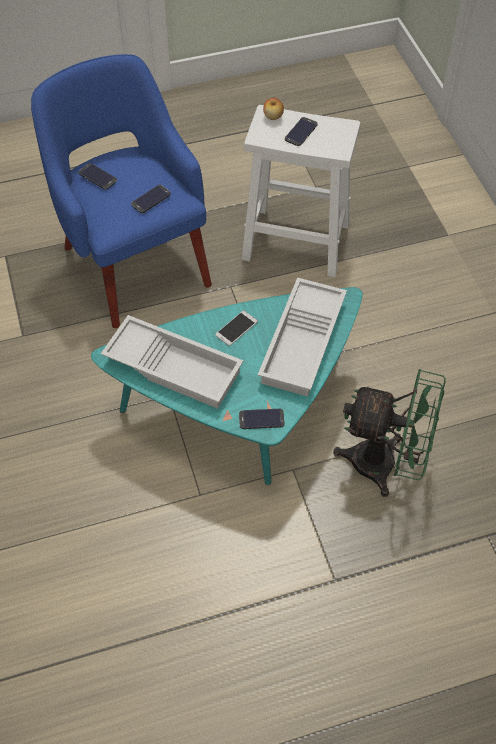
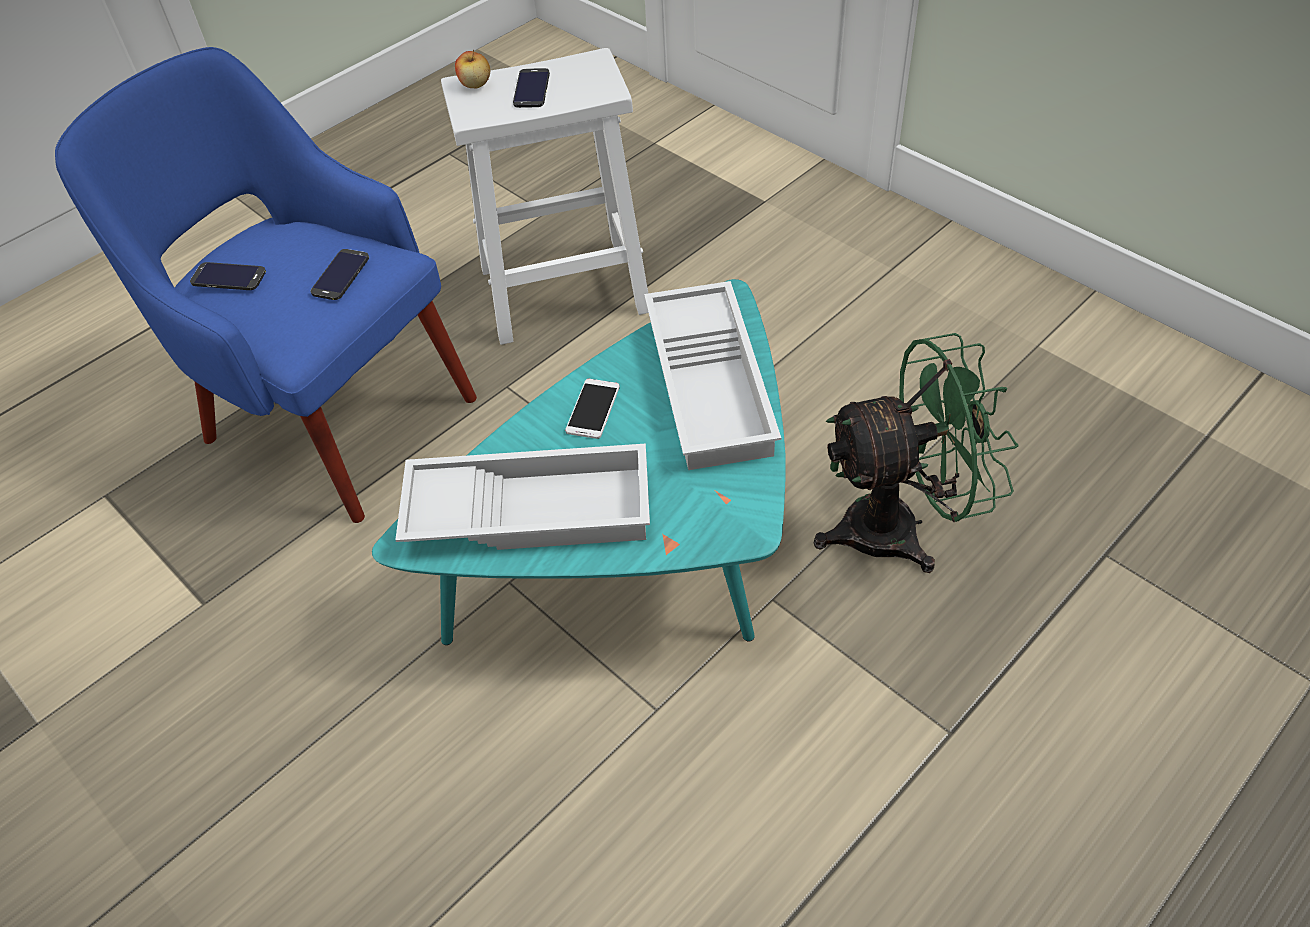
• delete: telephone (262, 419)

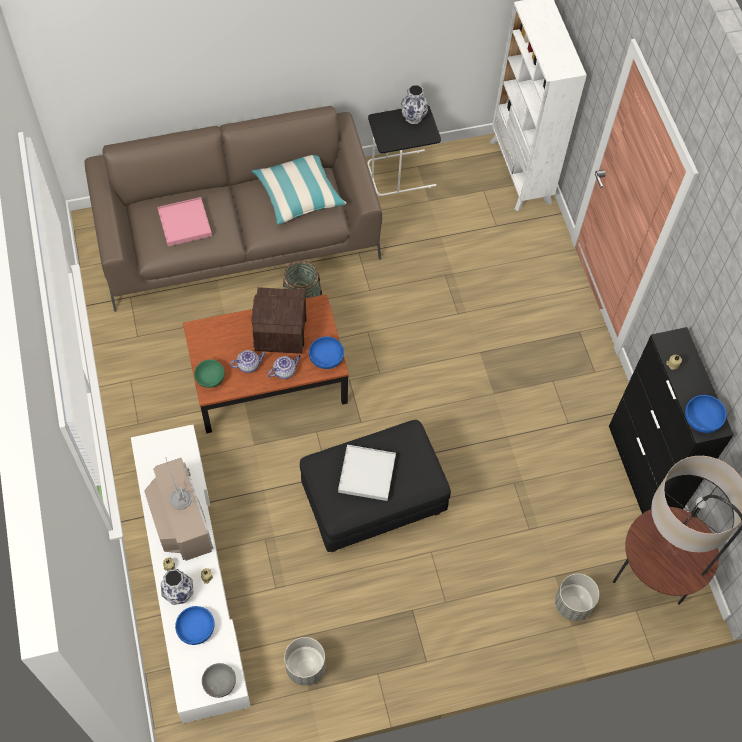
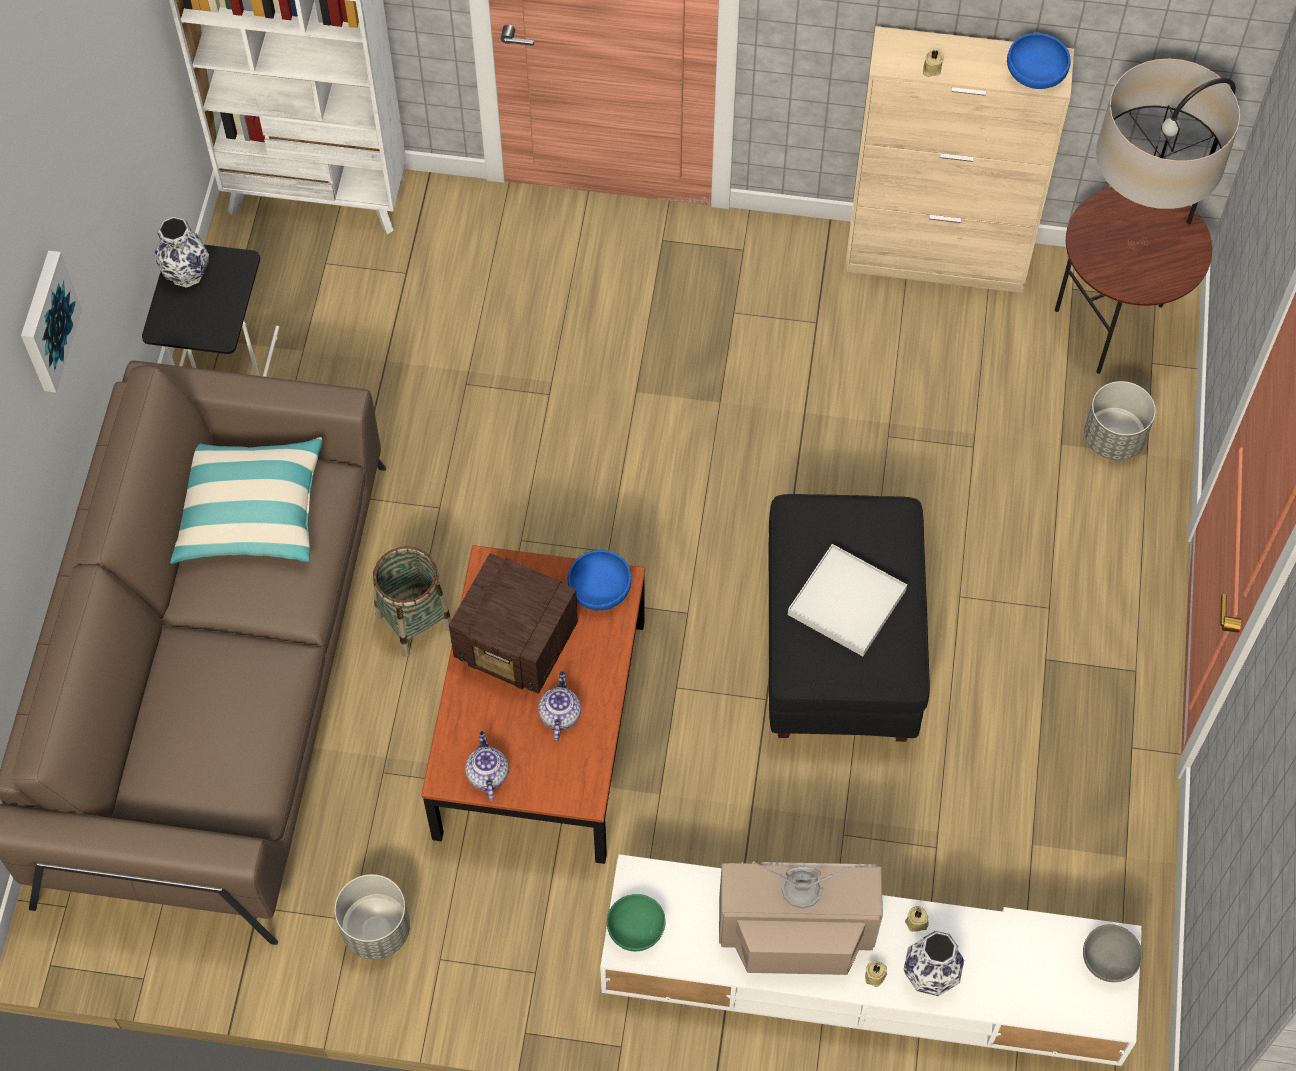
• delete: pink_carrying_tray (184, 221)
• delete: bluish_deep_dish (195, 625)
• insert: wall_art (51, 321)
• move: greenish_deep_dish (209, 373) to (636, 922)
• move: tea_pot (284, 367) to (487, 766)
• move: grey_plant_pot (304, 661) to (372, 917)
• recolor: black_storage_cabinet (671, 420) to beige-coloured_storage_cabinet (959, 159)

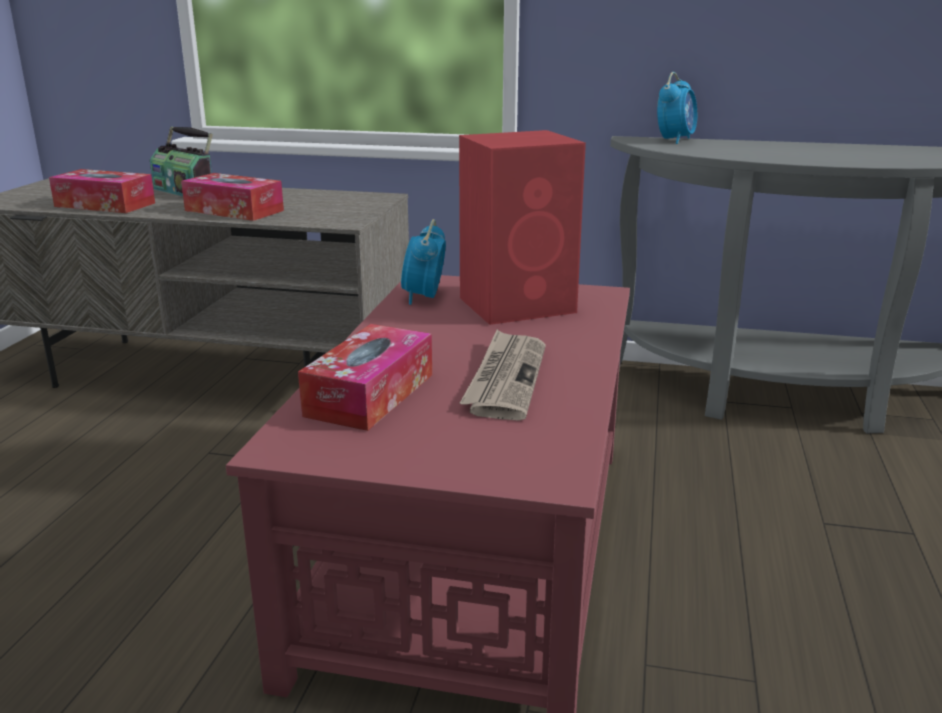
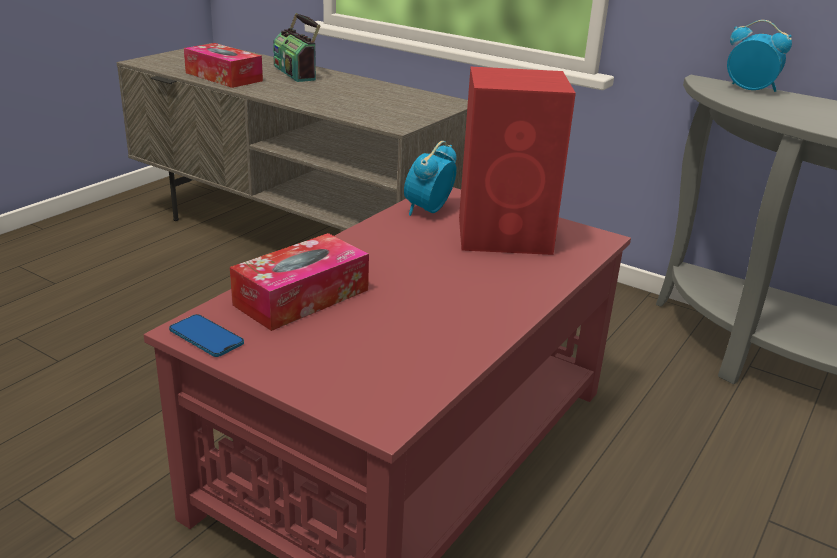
• delete: box_of_tissues (232, 197)
• delete: daily_paper (503, 375)
• insert: telephone (206, 335)
• rotate: table_clock (677, 108) = (759, 56) 105 degrees counterclockwise

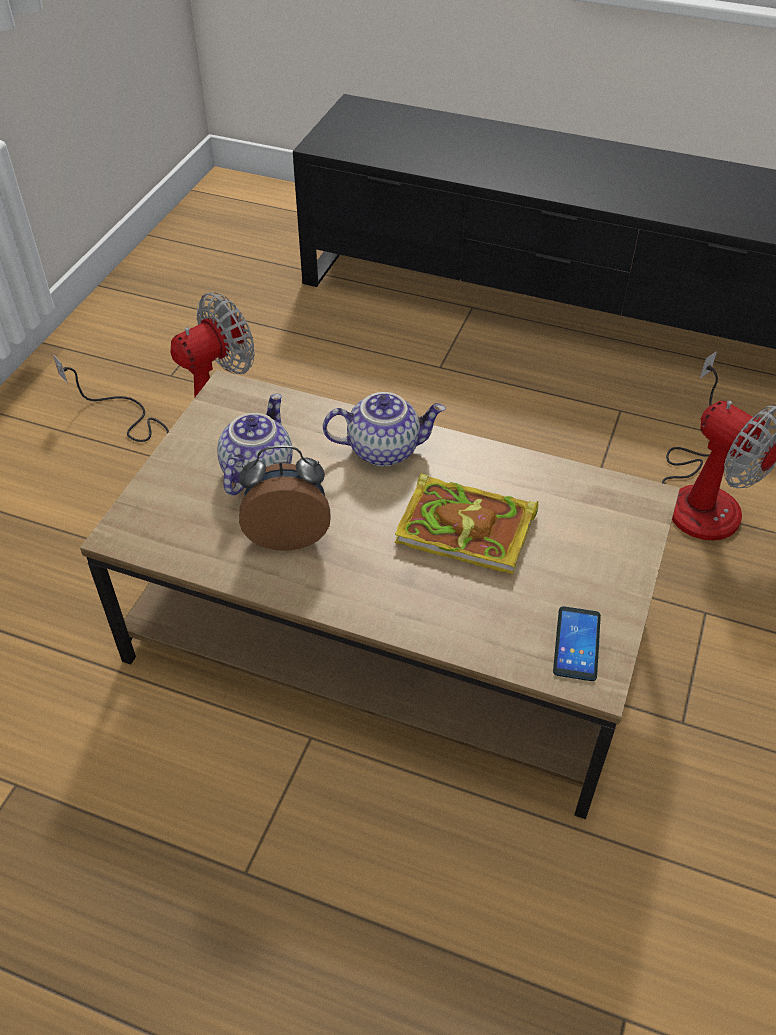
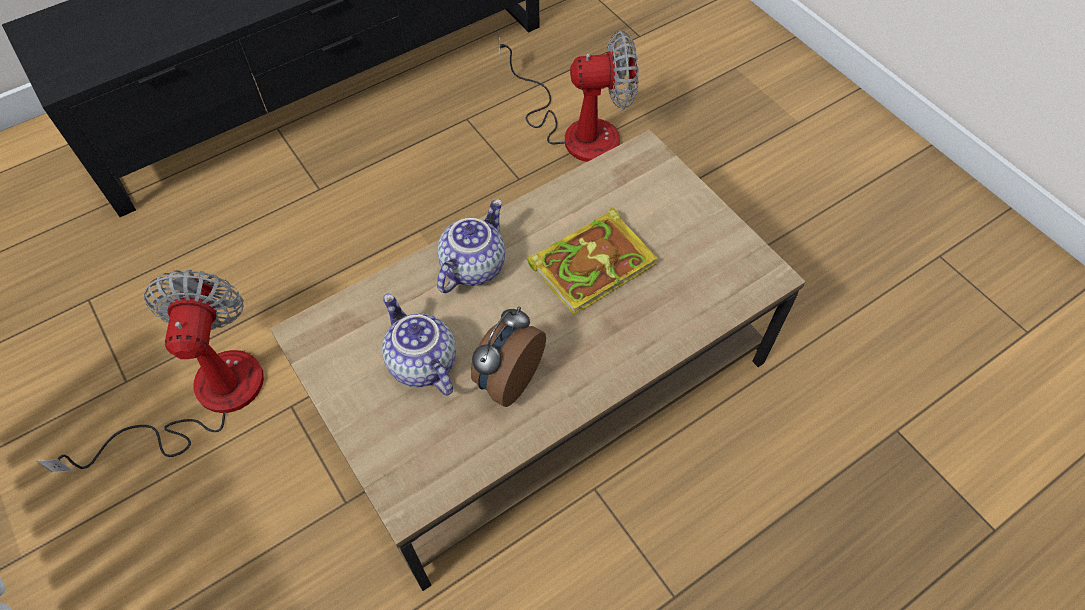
• delete: telephone (577, 643)

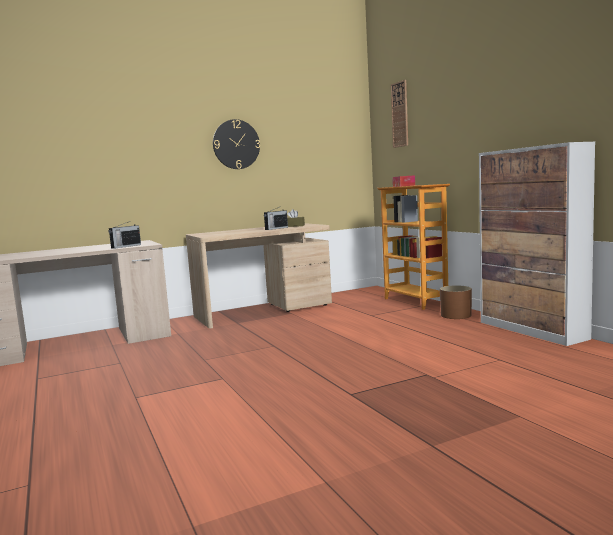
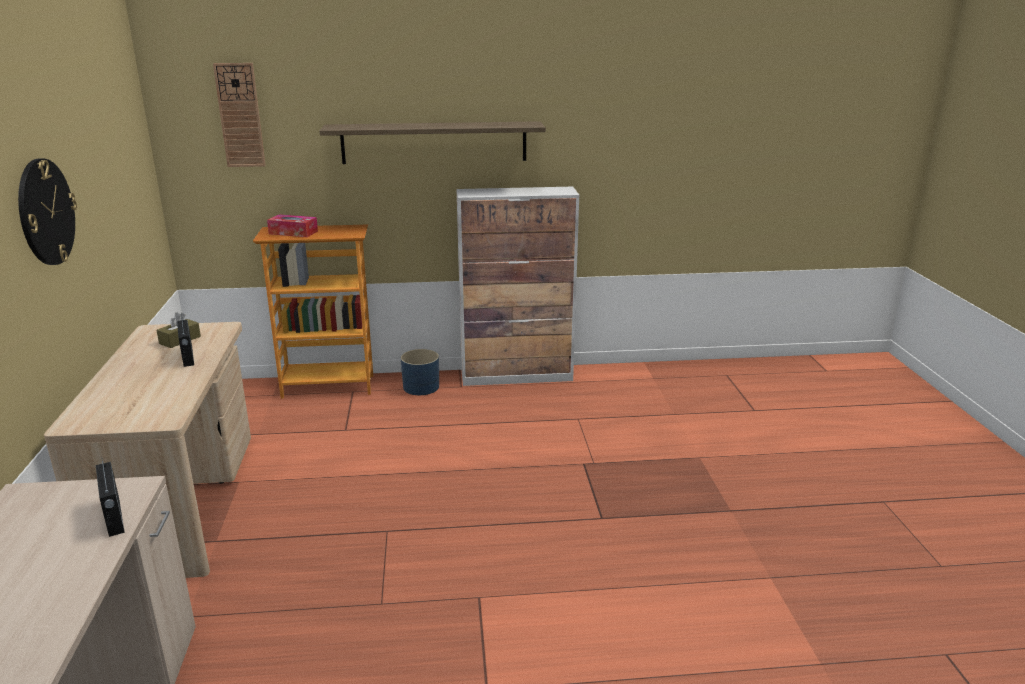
• insert: bracket_shelf (432, 142)
• recolor: brown_plant_pot (456, 302) to bluish_plant_pot (420, 372)

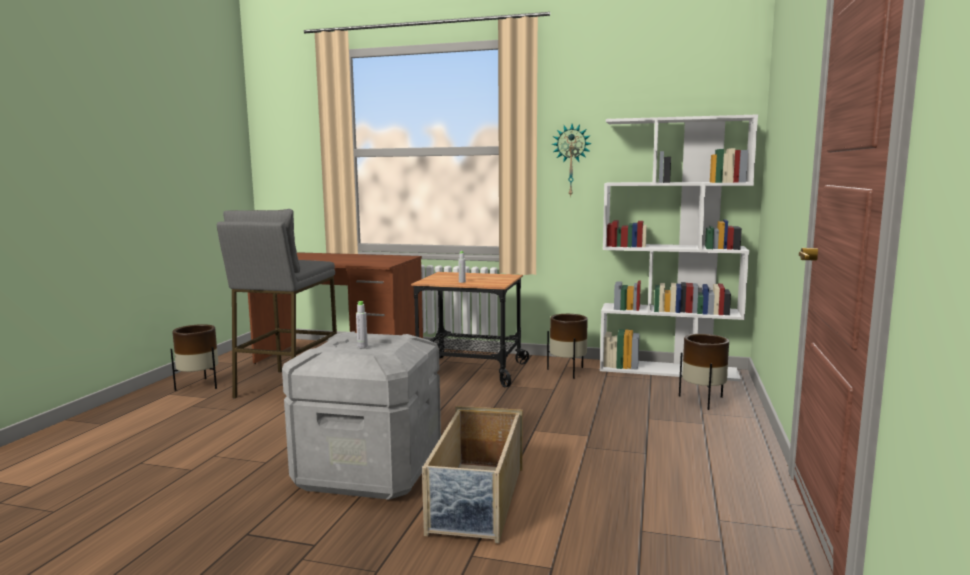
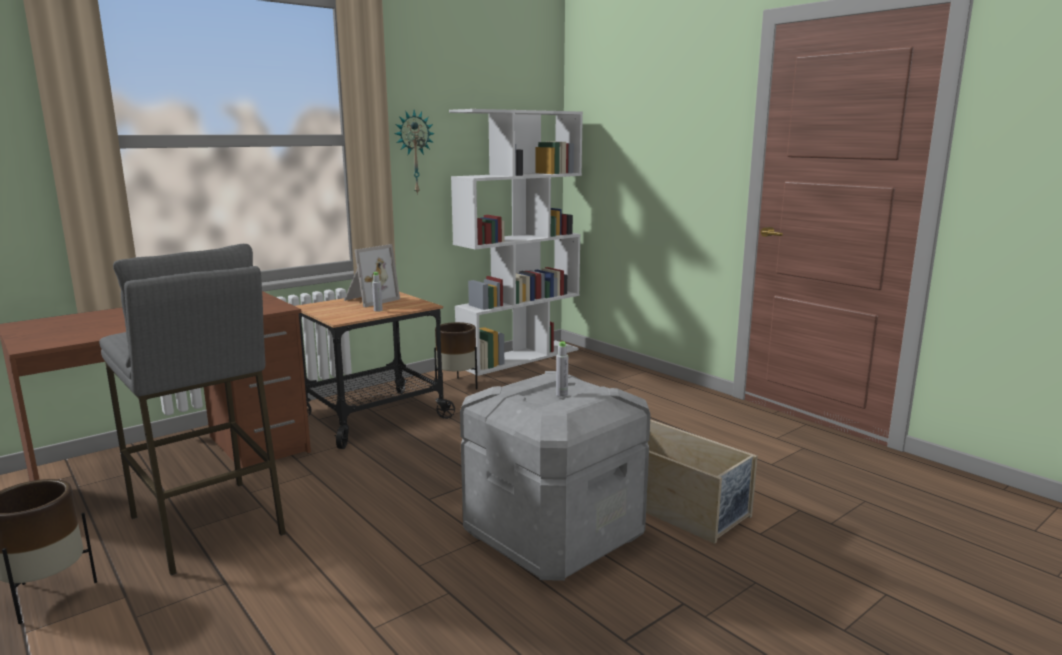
• delete: brown_plant_pot (704, 372)
• insert: picture_frame (372, 275)

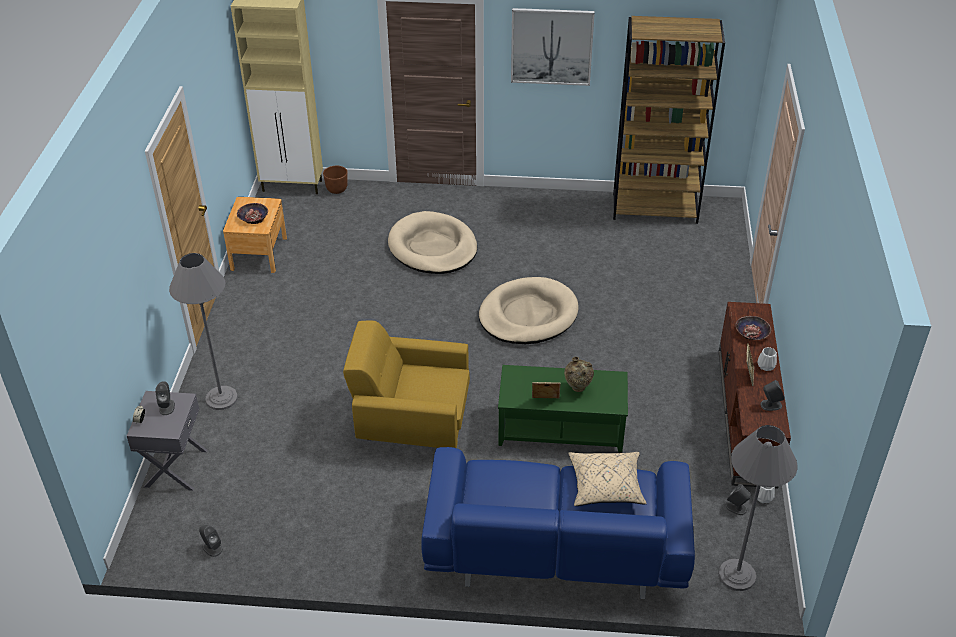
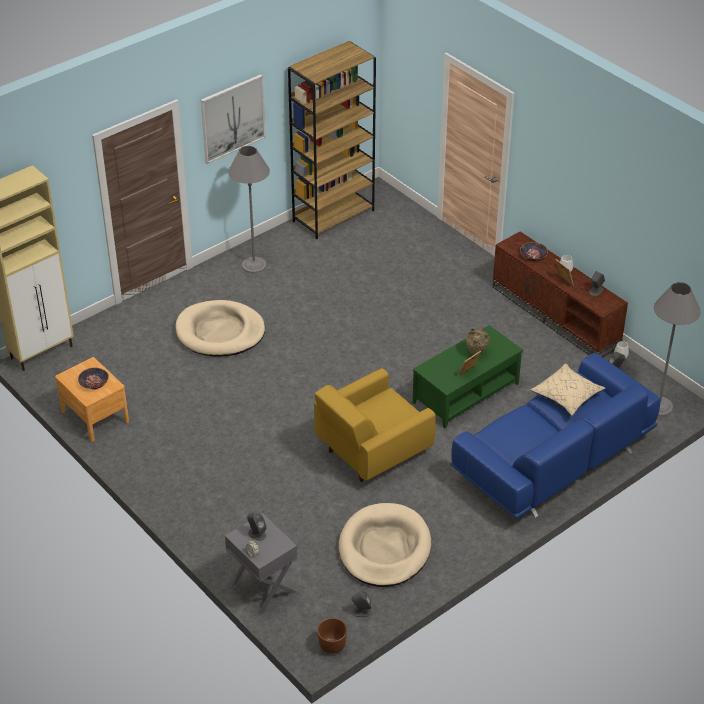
• move: grey_standing_lamp (203, 331) to (249, 209)
• move: brown_plant_pot (335, 180) to (332, 636)
• move: beige-coloured_dog_bed (529, 310) to (385, 545)

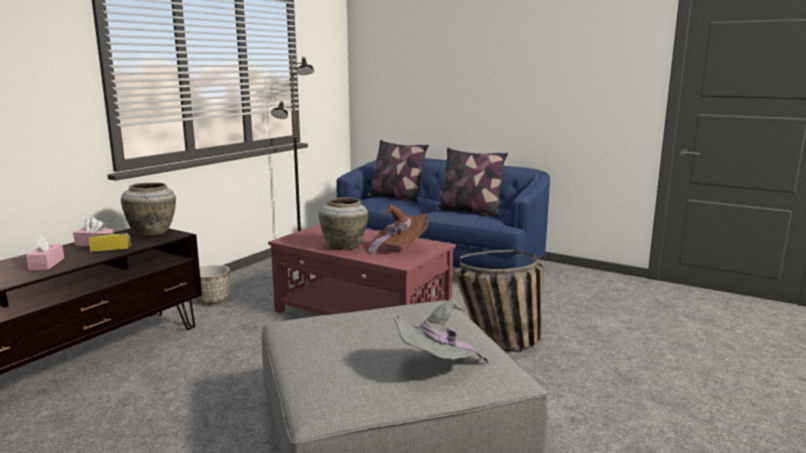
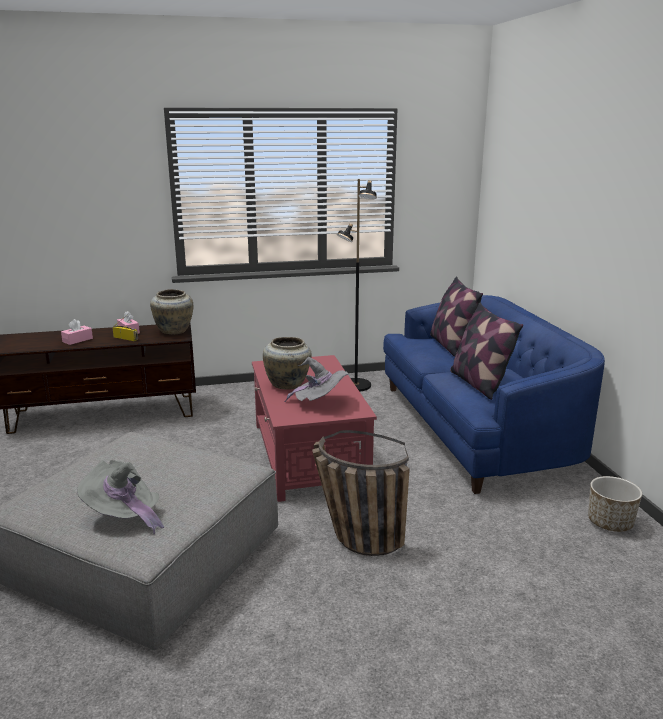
• move: plant_pot (212, 284) to (615, 504)
• recolor: brown_wearable_hat (397, 230) to grey_wearable_hat (316, 379)

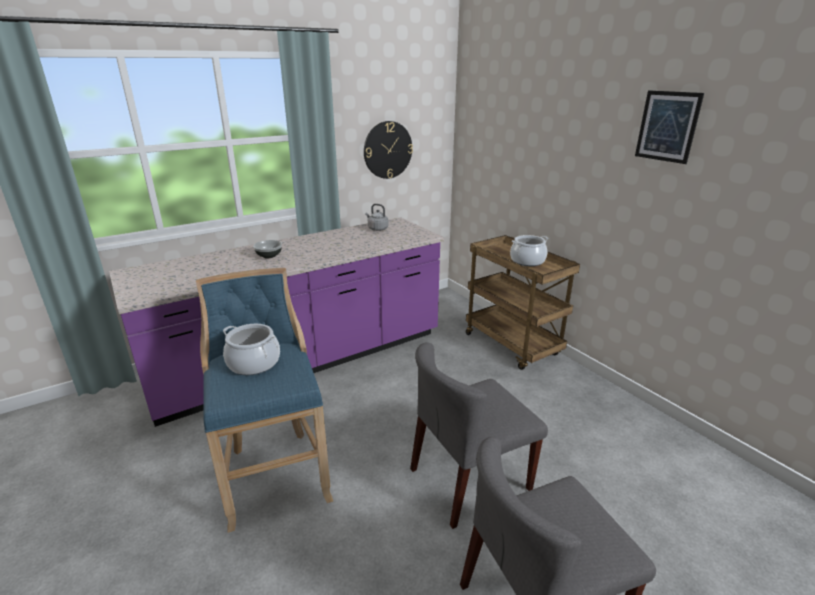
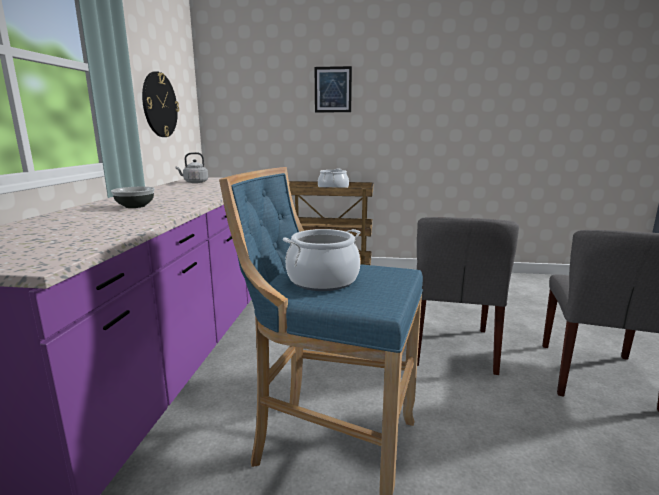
• move: wall_art (669, 127) to (333, 89)

